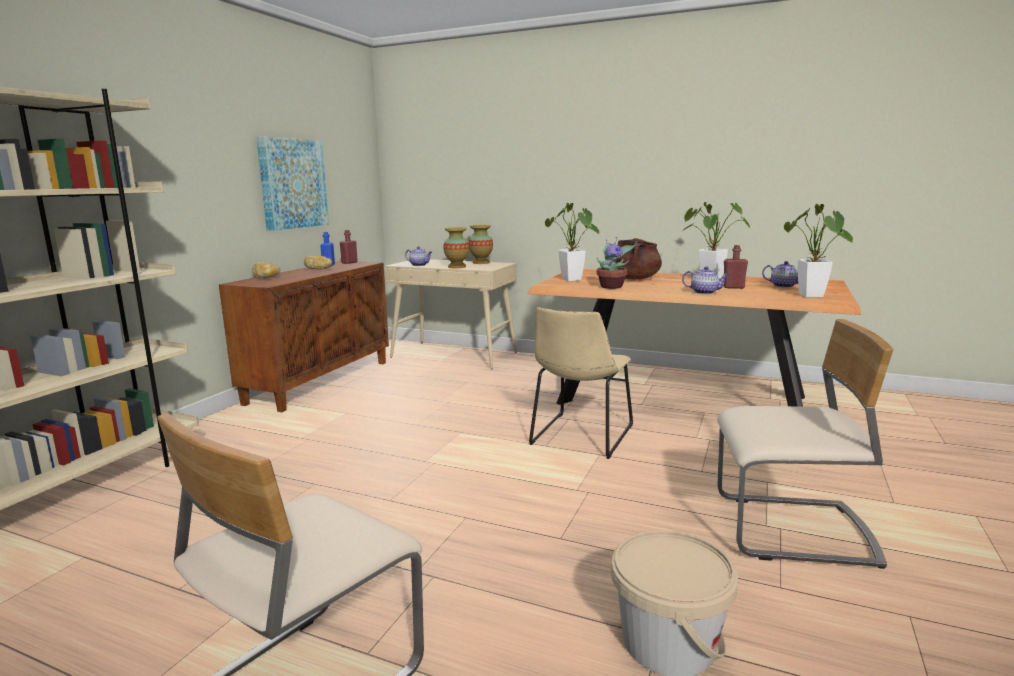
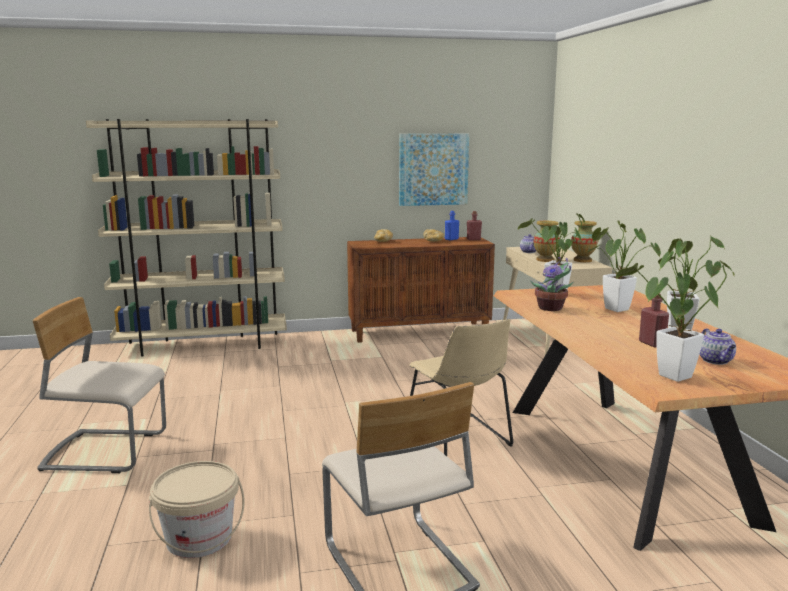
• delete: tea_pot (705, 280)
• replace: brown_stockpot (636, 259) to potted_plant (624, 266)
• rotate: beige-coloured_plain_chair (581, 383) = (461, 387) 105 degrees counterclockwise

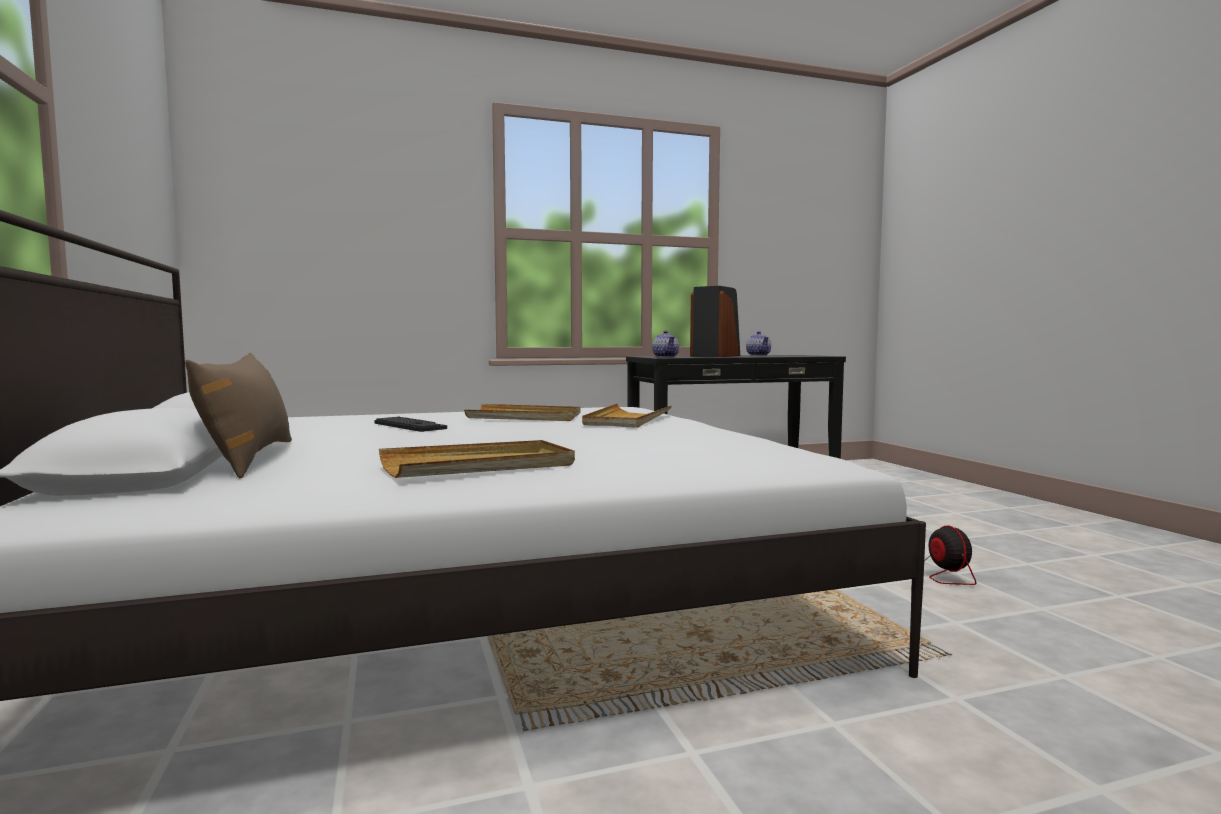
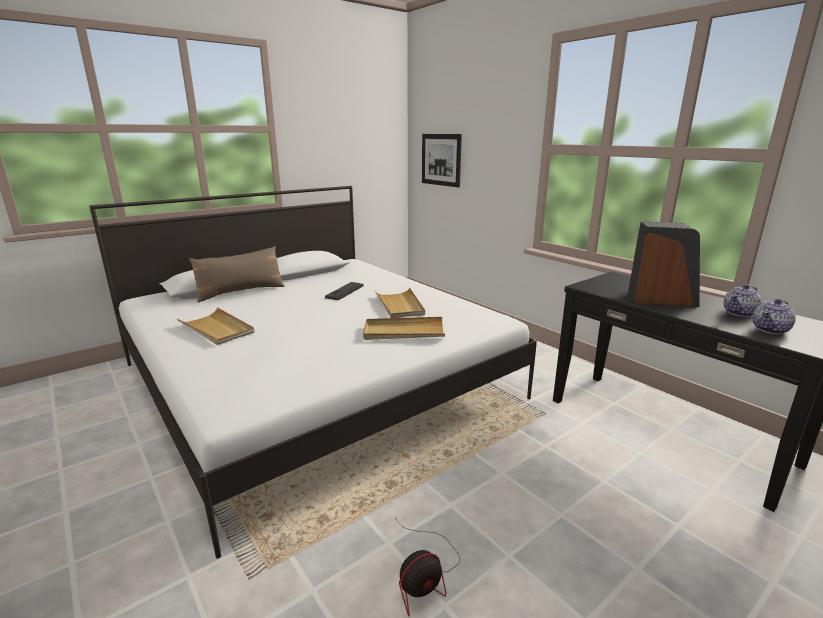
• insert: wall_art (442, 160)
• move: tea_pot (665, 343) to (774, 316)

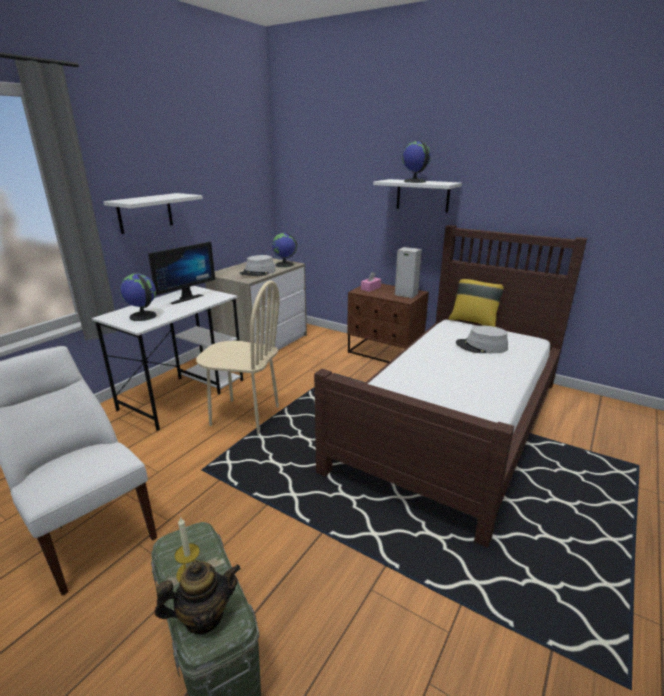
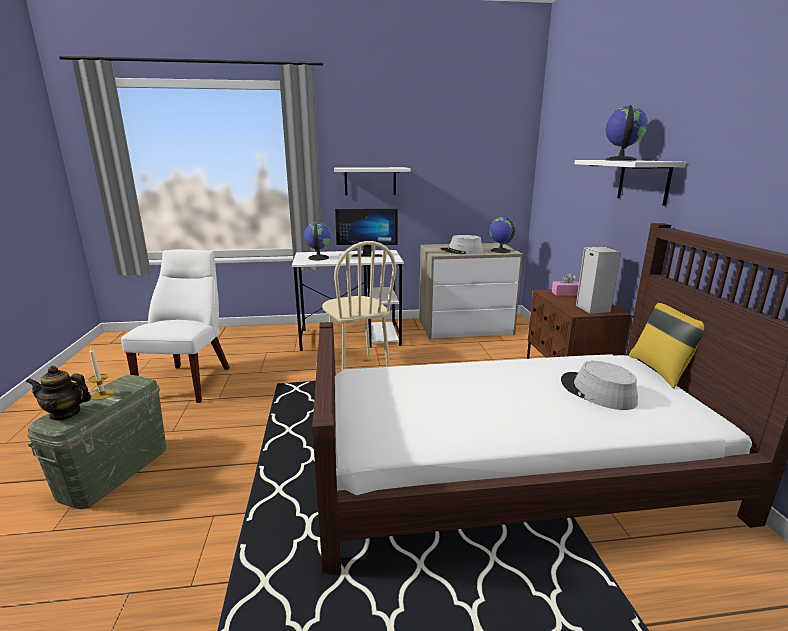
• rotate: tea_pot (198, 598) = (58, 393) 150 degrees clockwise

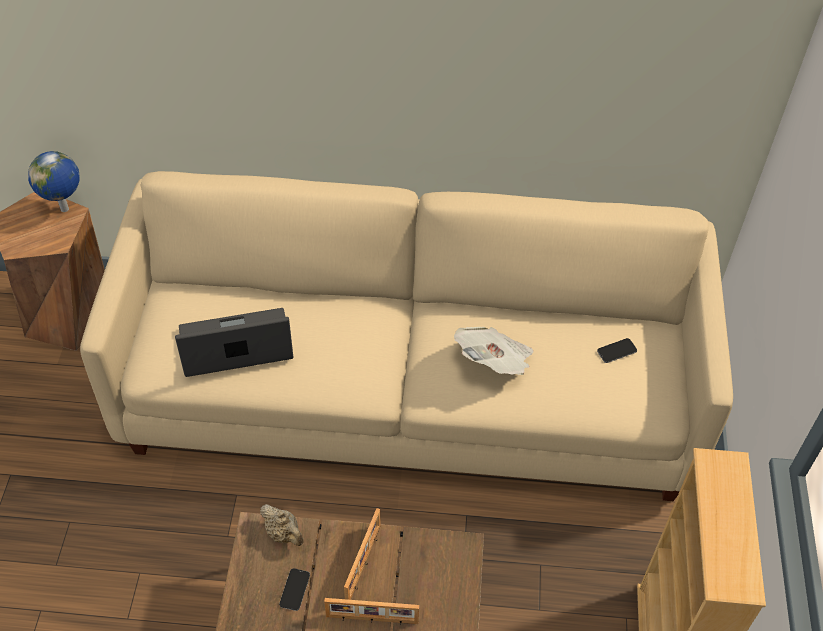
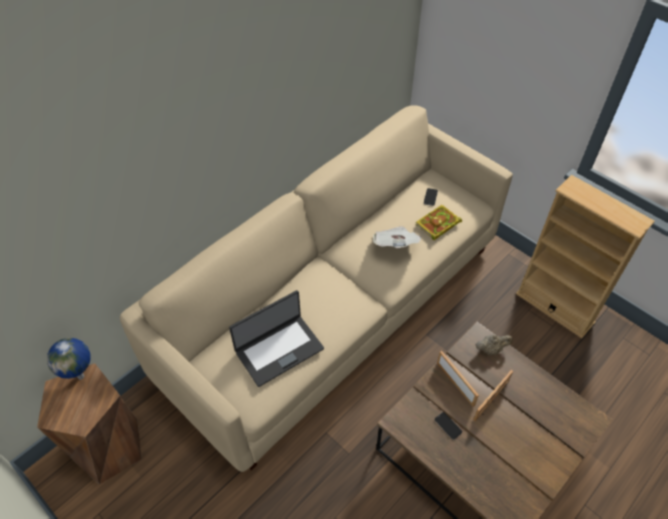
• insert: volume (439, 222)
• move: beige-coloured_tea_pot (282, 525) to (494, 345)
• rotate: laptop (234, 342) = (276, 338) 150 degrees counterclockwise

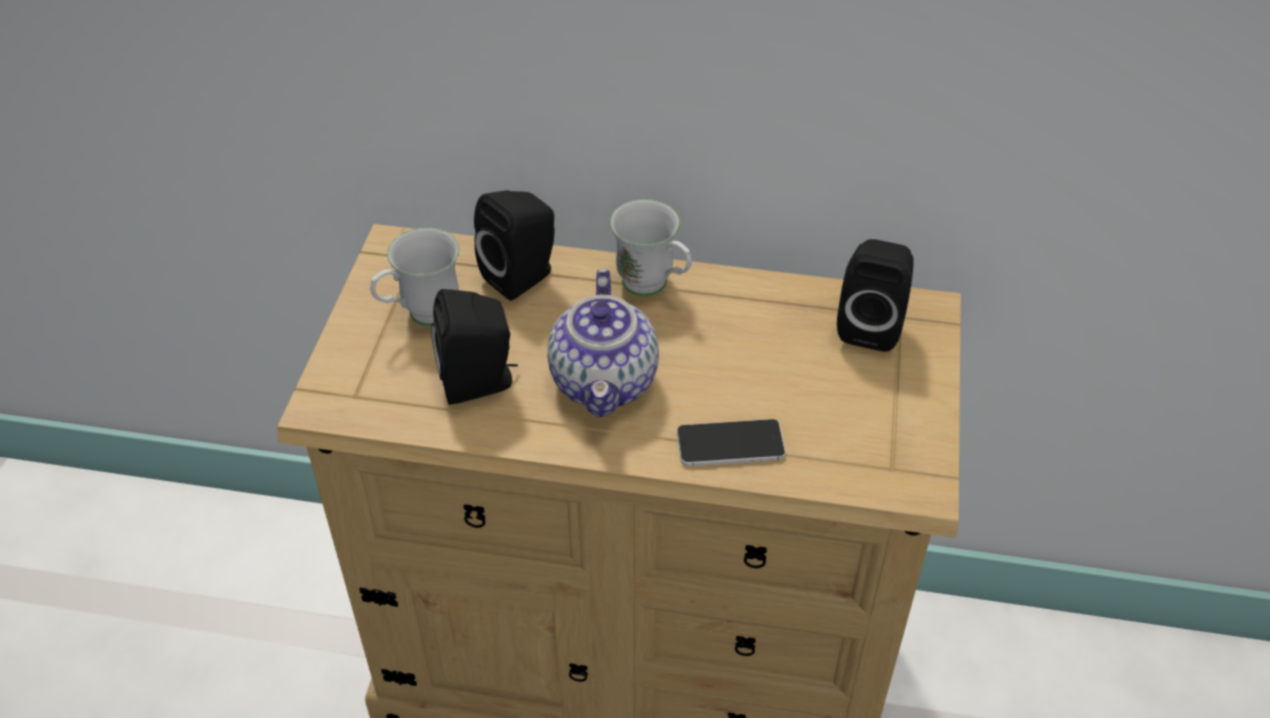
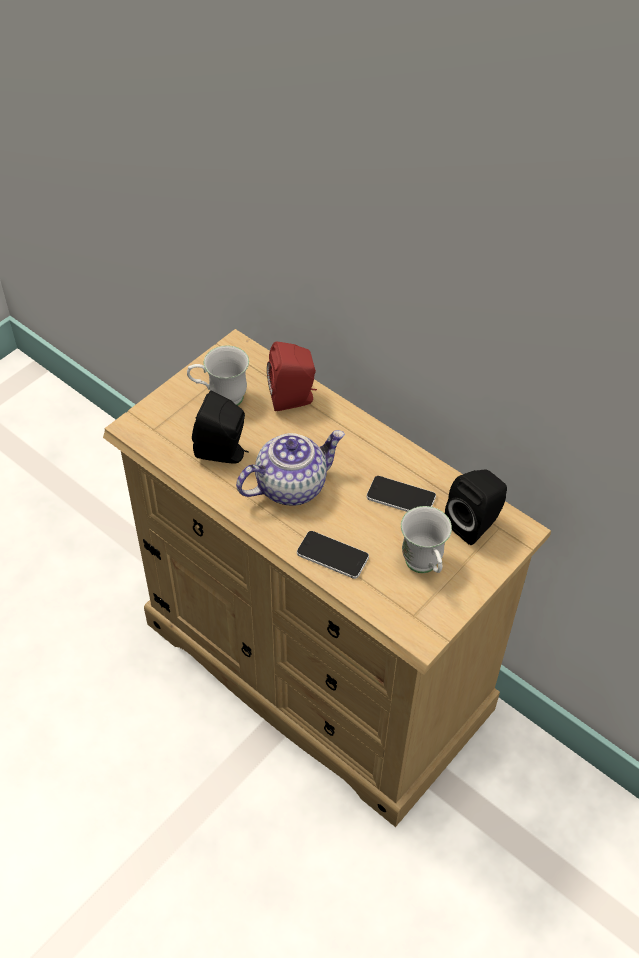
• insert: telephone (401, 494)
• move: whitish_mug (651, 247) to (426, 539)
• recolor: black_speaker (514, 245) to reddish_speaker (292, 376)
• rotate: tea_pot (603, 343) = (290, 468) 150 degrees counterclockwise

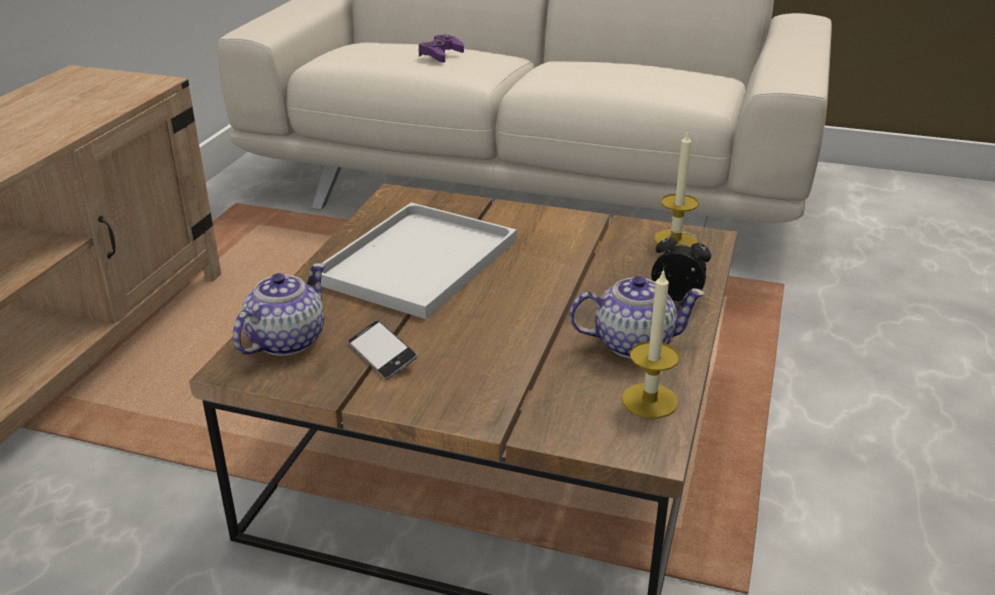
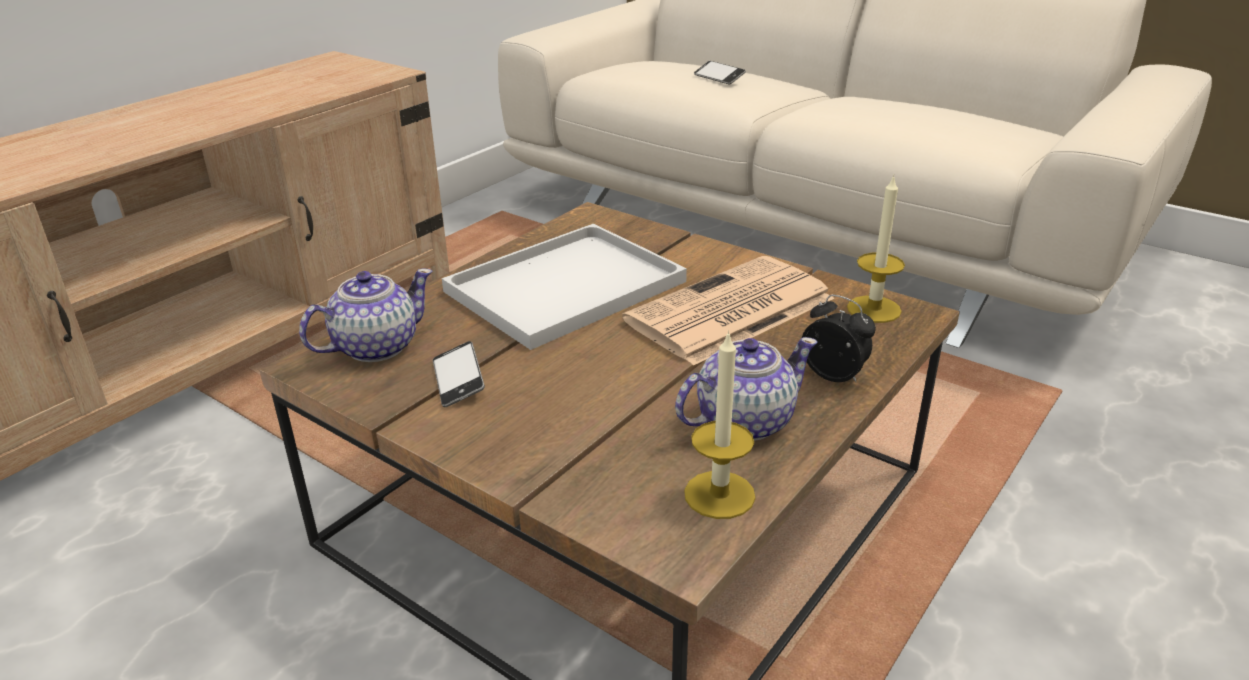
• insert: daily_paper (728, 310)
• replace: purplish_gamepad (441, 49) to telephone (720, 72)
• rotate: tea_pot (638, 317) = (746, 389) 45 degrees counterclockwise

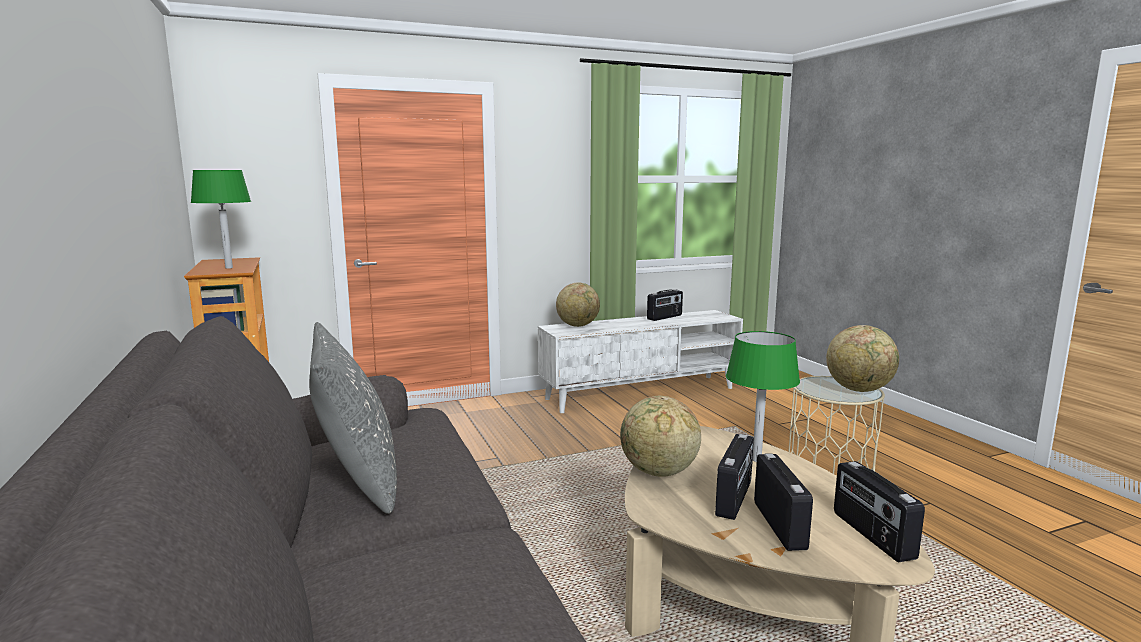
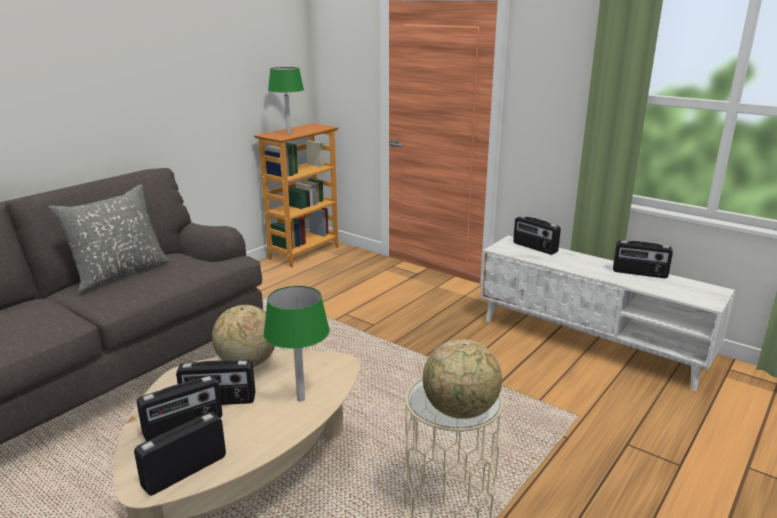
• replace: desk_globe (578, 304) to radio (537, 235)

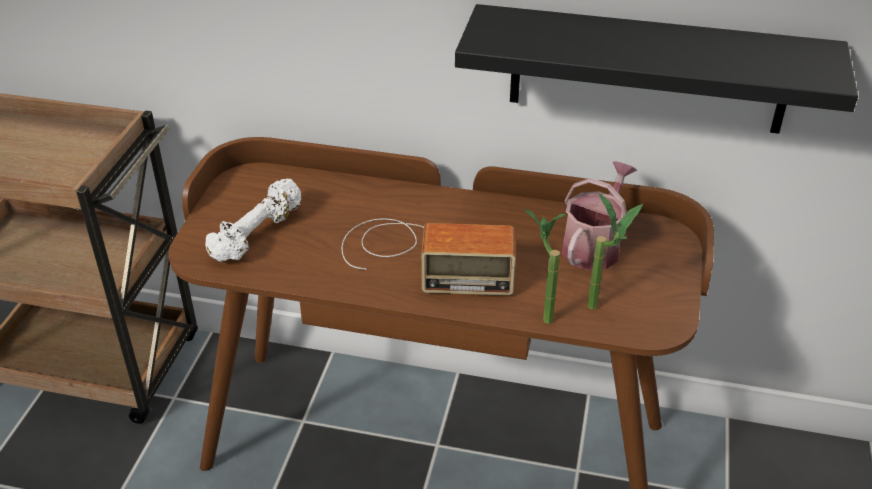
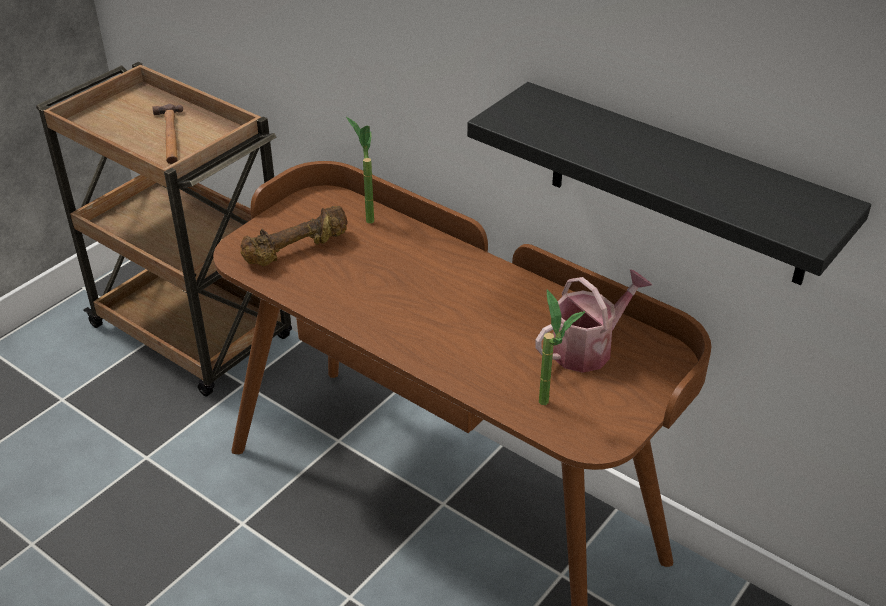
• delete: radio (429, 256)
• insert: hammer (167, 134)
• move: potted_plant (544, 266) to (360, 170)
• recolor: whitish_free_weight (253, 220) to brown_free_weight (294, 236)

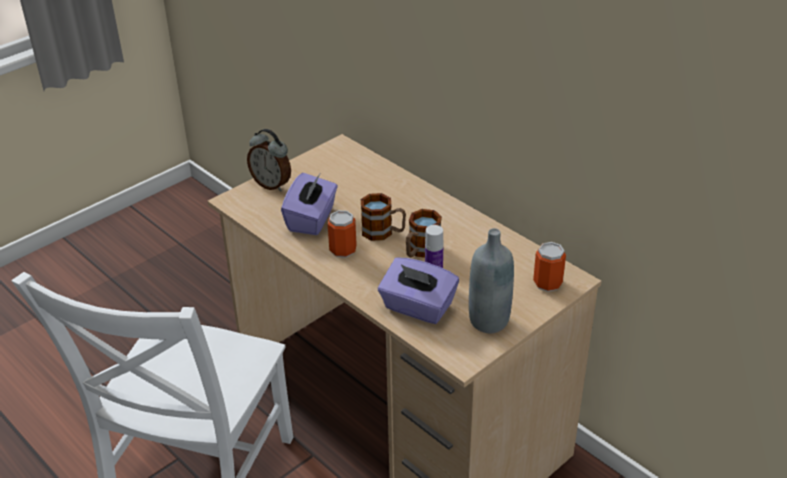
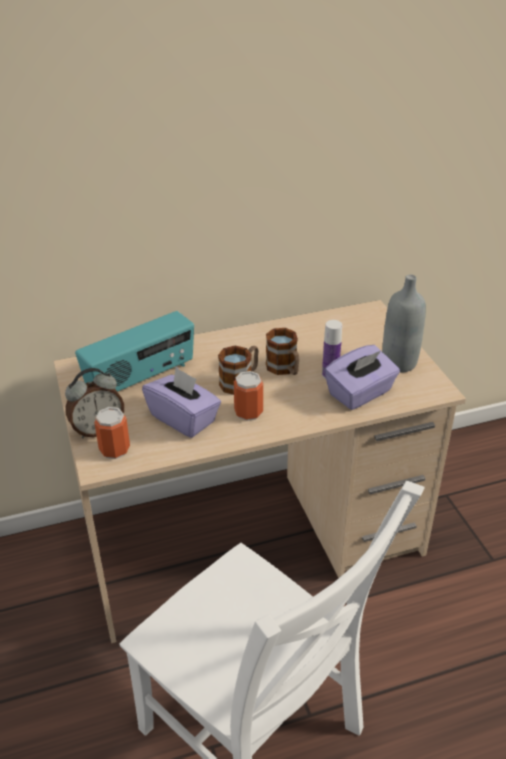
• insert: radio (134, 351)
• move: metal_can (549, 267) to (112, 433)

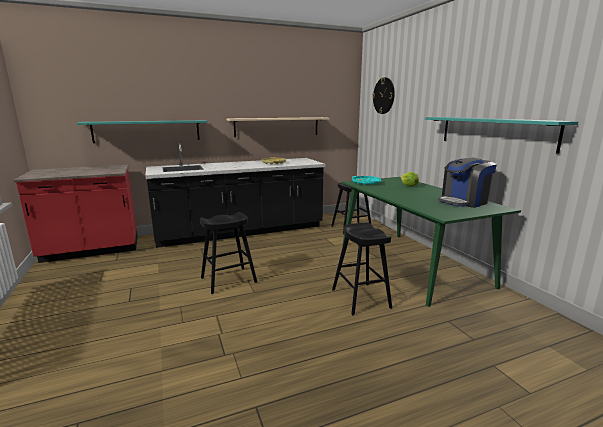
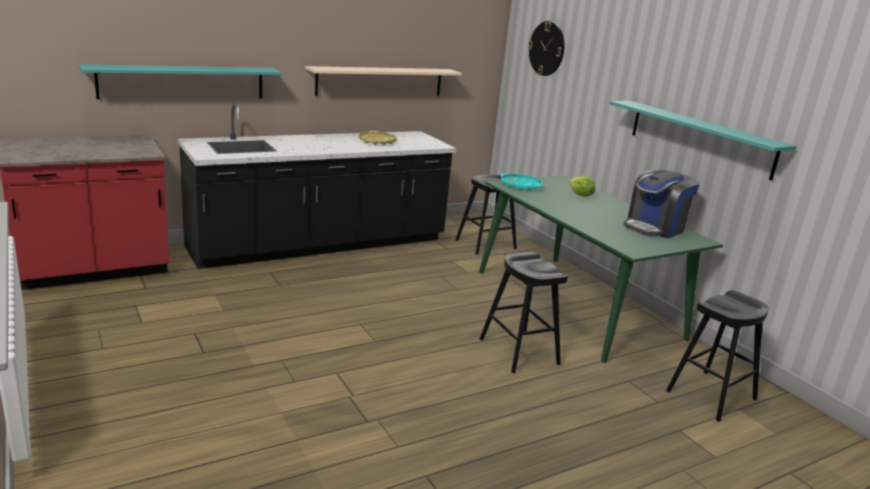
• move: black_stool_seat (228, 253) to (717, 356)

